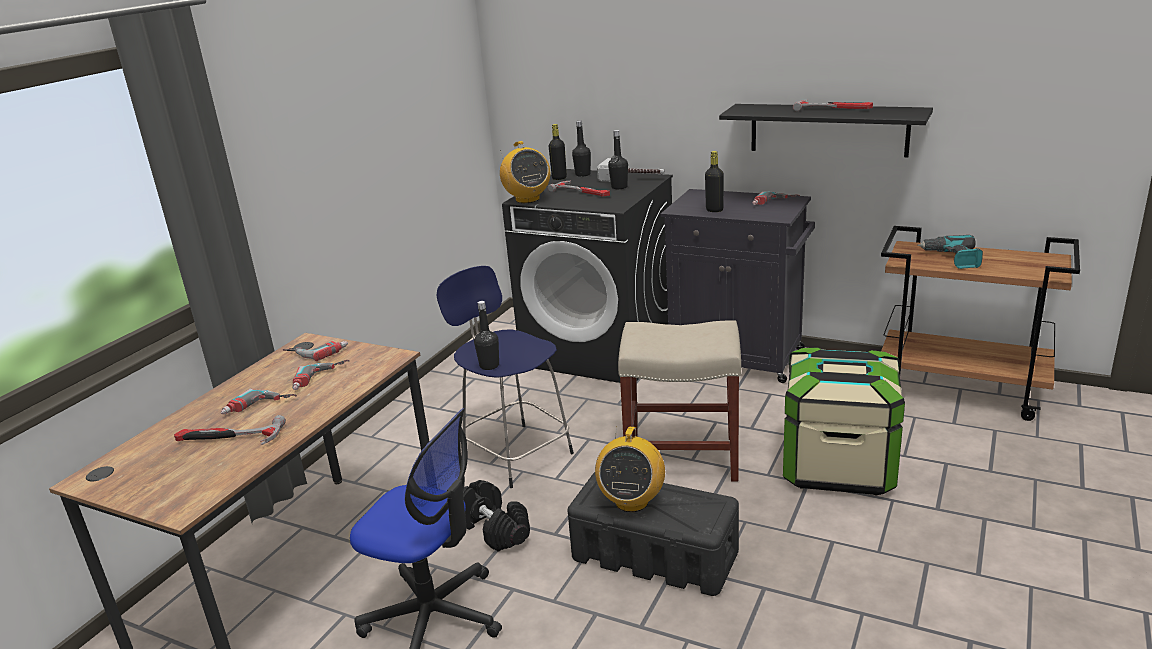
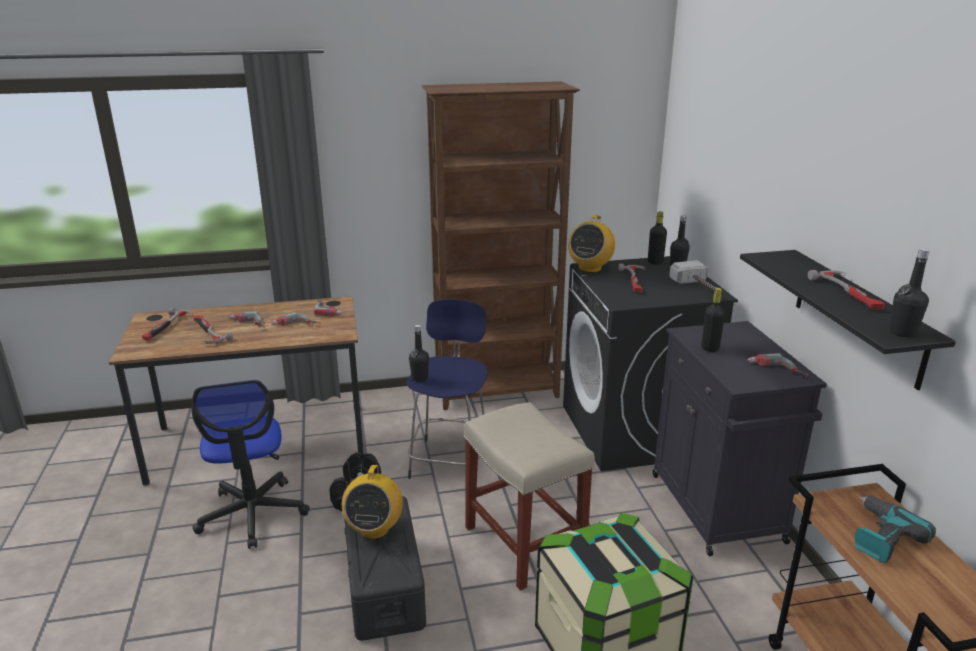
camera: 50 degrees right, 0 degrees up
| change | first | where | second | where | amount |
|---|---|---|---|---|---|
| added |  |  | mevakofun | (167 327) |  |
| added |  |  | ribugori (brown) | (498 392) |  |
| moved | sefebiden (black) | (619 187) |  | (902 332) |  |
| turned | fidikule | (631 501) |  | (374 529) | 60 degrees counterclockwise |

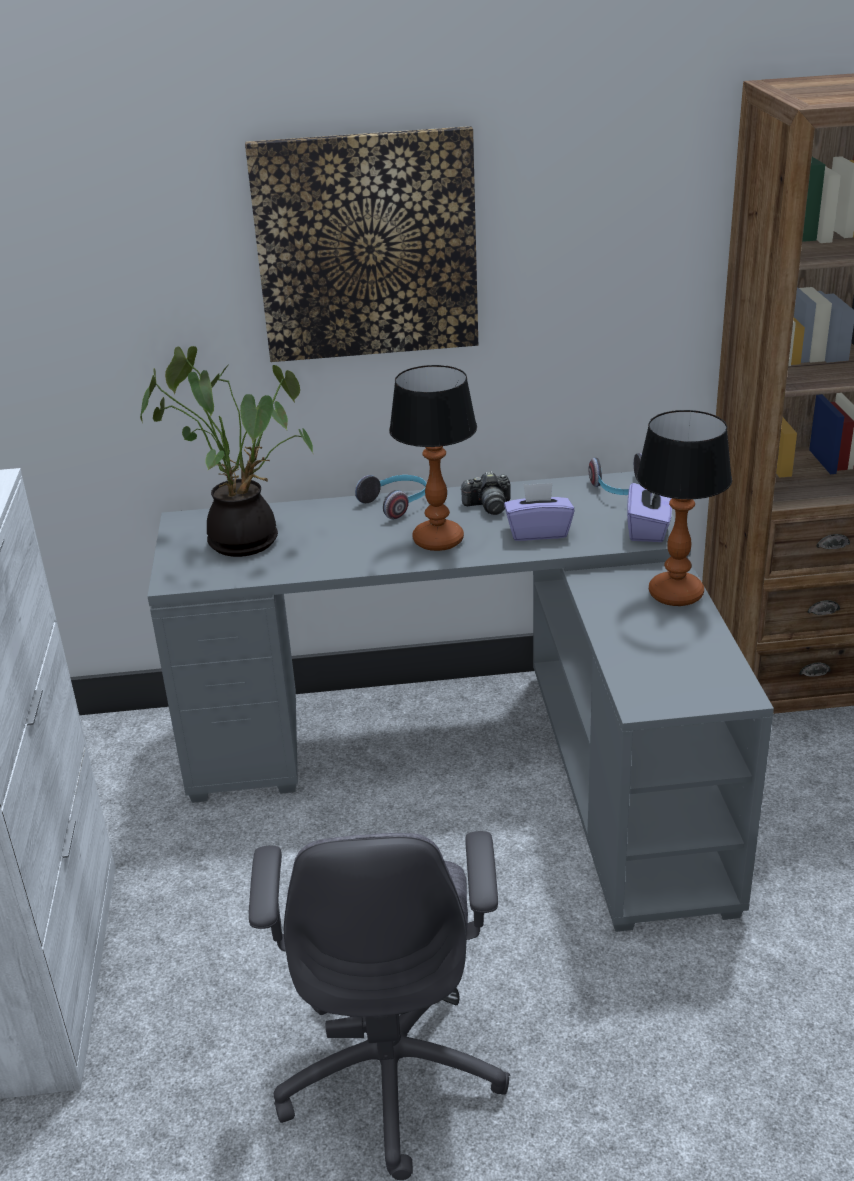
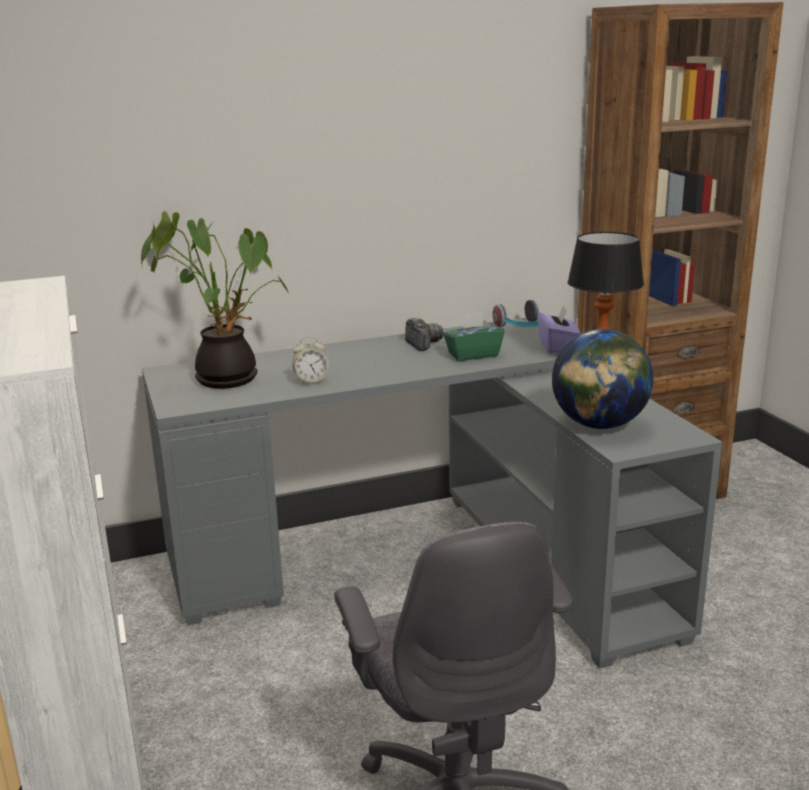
camera: 15 degrees left, 10 degrees down
| change | first | where | second | where | amount |
|---|---|---|---|---|---|
| removed | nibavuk | (366 246) |  |  |  |
| removed | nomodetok | (396 504) |  |  |  |
| removed | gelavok | (437 540) |  |  |  |
| added |  |  | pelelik | (311 381) |  |
| added |  |  | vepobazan | (599 425) |  |
| recoloured | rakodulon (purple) | (538 532) | rakodulon (green) | (473 355) |  |
| turned | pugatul | (488 506) |  | (423 344) | 90 degrees counterclockwise |

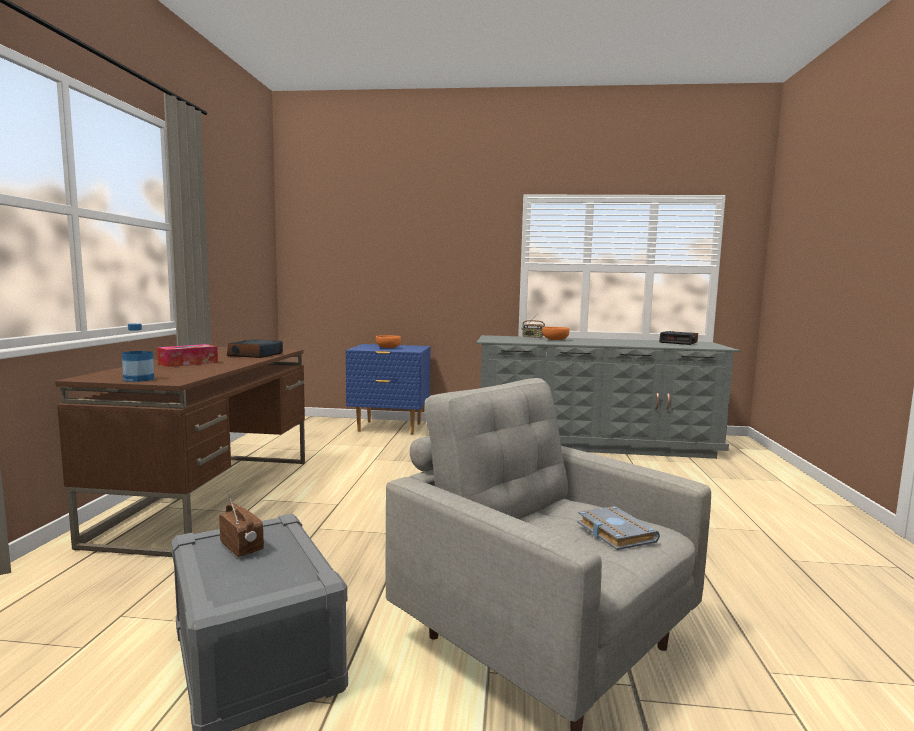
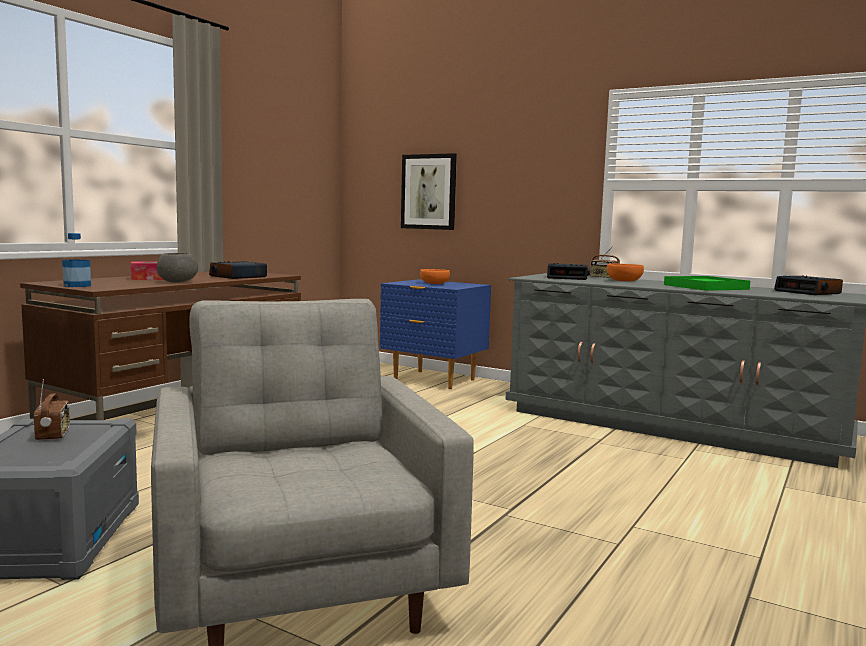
camera: 25 degrees right, 0 degrees up
| change | first | where | second | where | amount |
|---|---|---|---|---|---|
| removed | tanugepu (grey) | (613 532) |  |  |  |
| added |  |  | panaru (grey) | (177 282) |  |
| added |  |  | nibavuk | (429 192) |  |
| added |  |  | pelelik | (567 277) |  |
| added |  |  | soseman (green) | (705 287) |  |

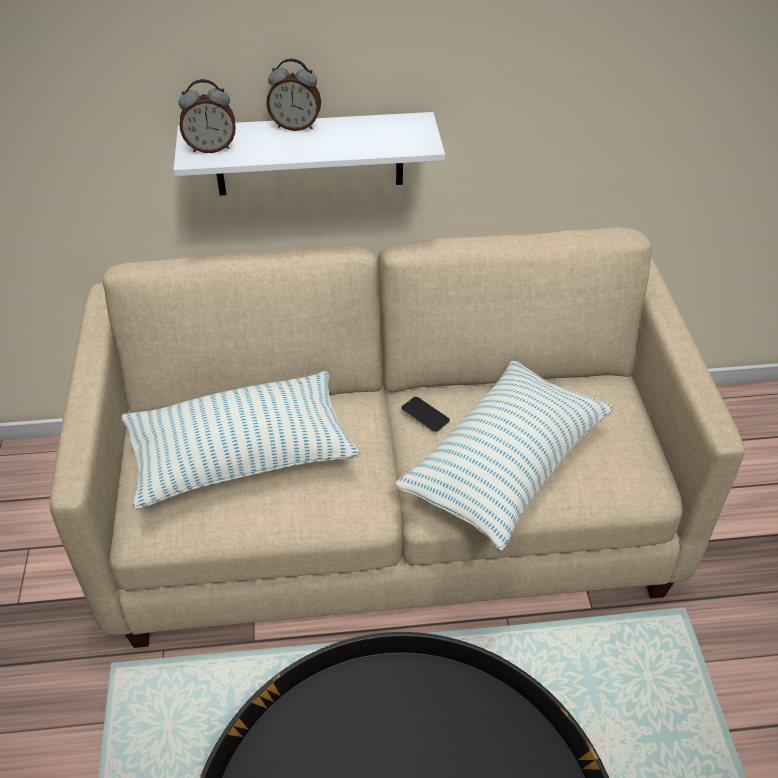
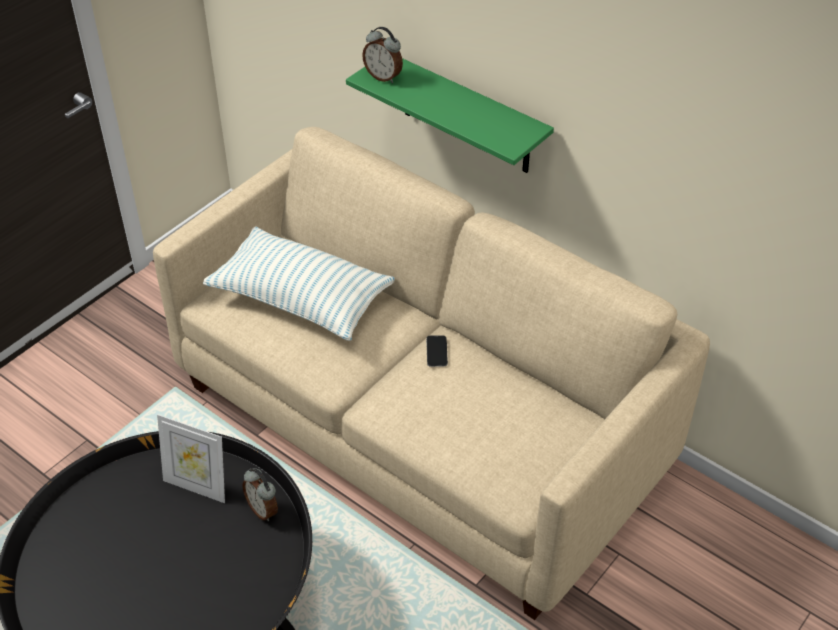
camera: 45 degrees right, 0 degrees up
| change | first | where | second | where | amount |
|---|---|---|---|---|---|
| removed | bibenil | (505 466) |  |  |  |
| added |  |  | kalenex | (197 486) |  |
| moved | pelelik | (296 126) |  | (263 509) |  |
| recoloured | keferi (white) | (309 154) | keferi (green) | (466 115) |  |

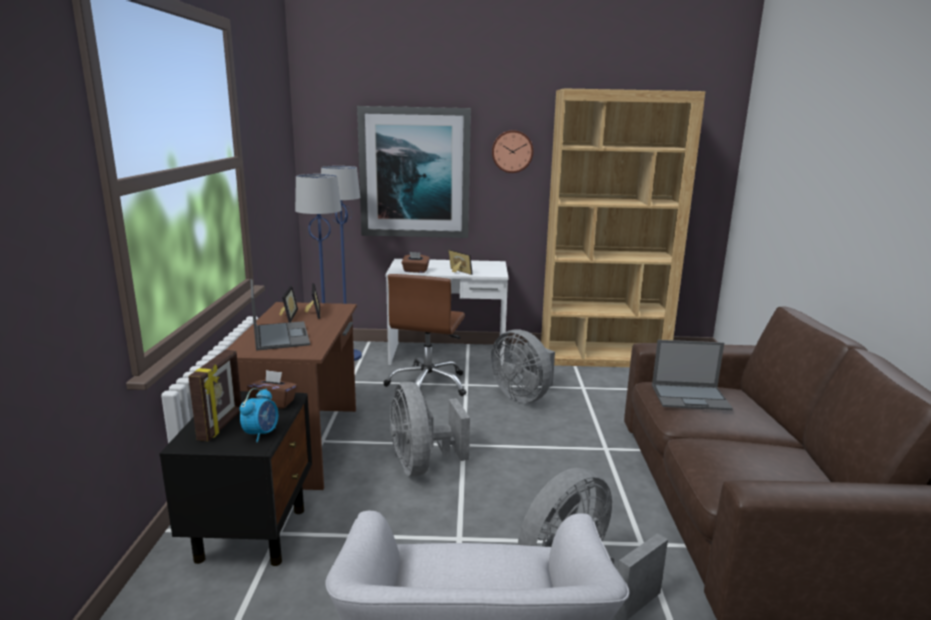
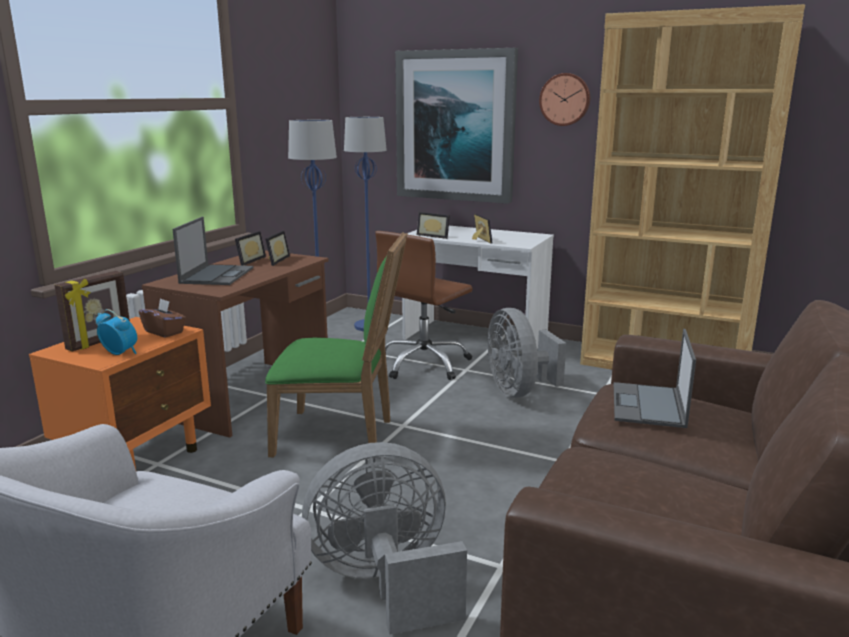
camera: 25 degrees right, 0 degrees up
| change | first | where | second | where | amount |
|---|---|---|---|---|---|
| replaced | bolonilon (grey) | (422 465) | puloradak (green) | (341 436) |  |
| replaced | rakodulon (brown) | (415 271) | kalenex | (434 236) |  |
| recoloured | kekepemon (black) | (252 532) | kekepemon (orange) | (138 458) |  |
| turned | pelelik | (261 434) |  | (120 353) | 105 degrees counterclockwise |
| turned | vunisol | (691 397) |  | (648 405) | 75 degrees clockwise |

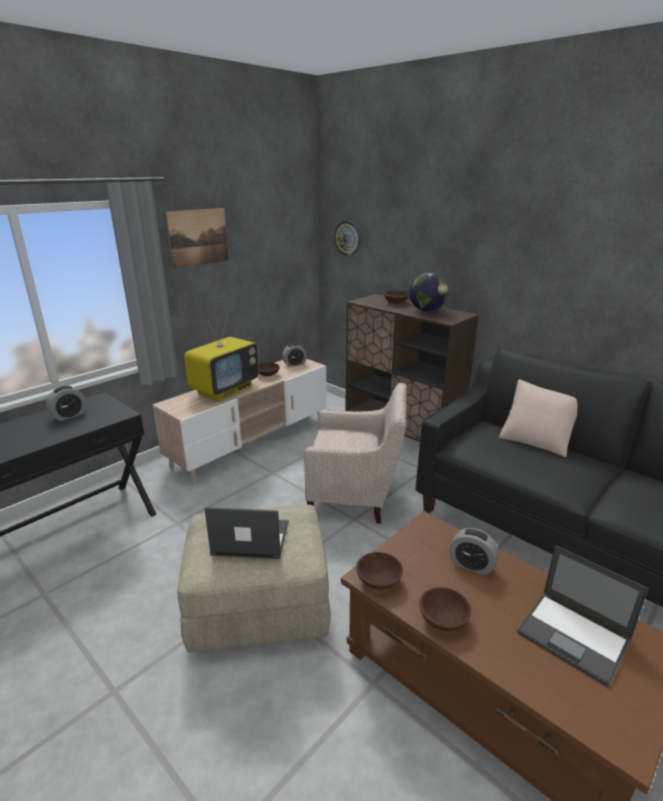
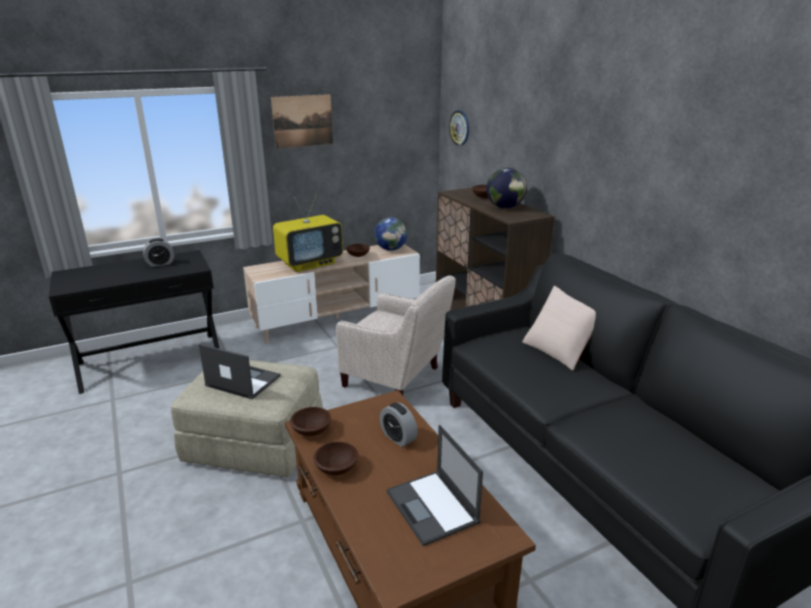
camera: 20 degrees right, 0 degrees up
| change | first | where | second | where | amount |
|---|---|---|---|---|---|
| replaced | pelelik | (294 364) | vepobazan | (390 249) |  |

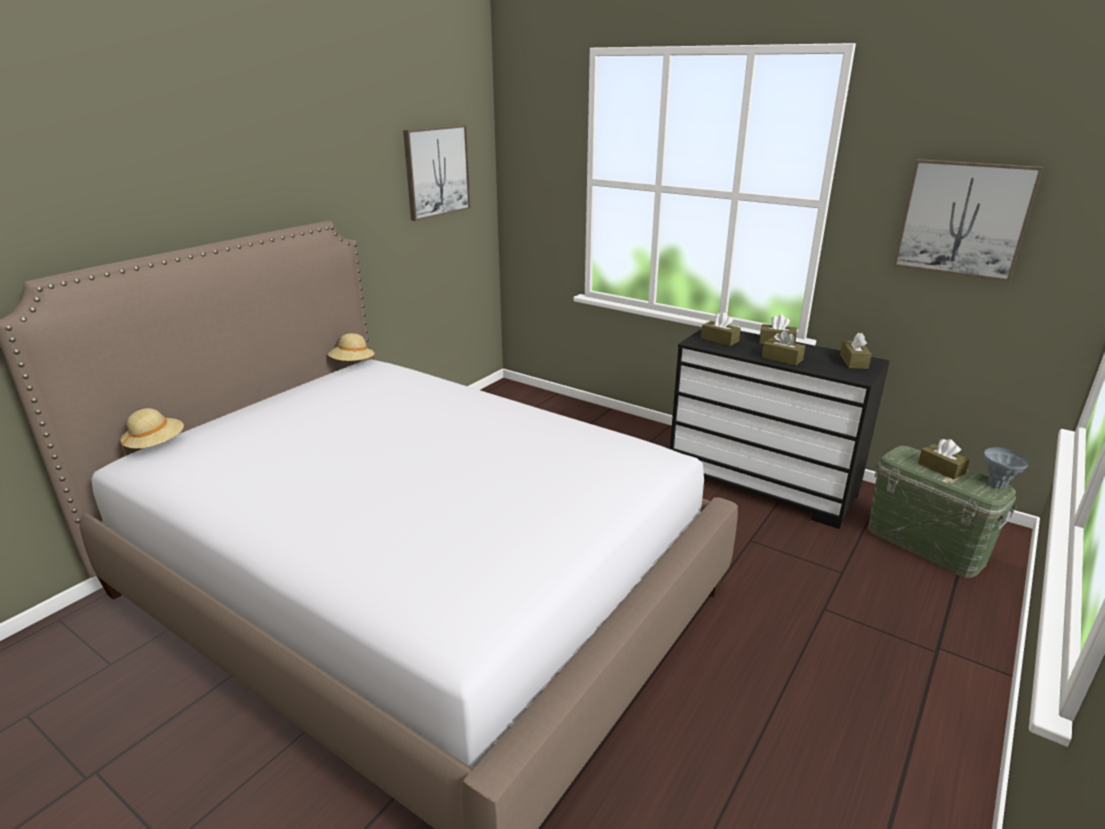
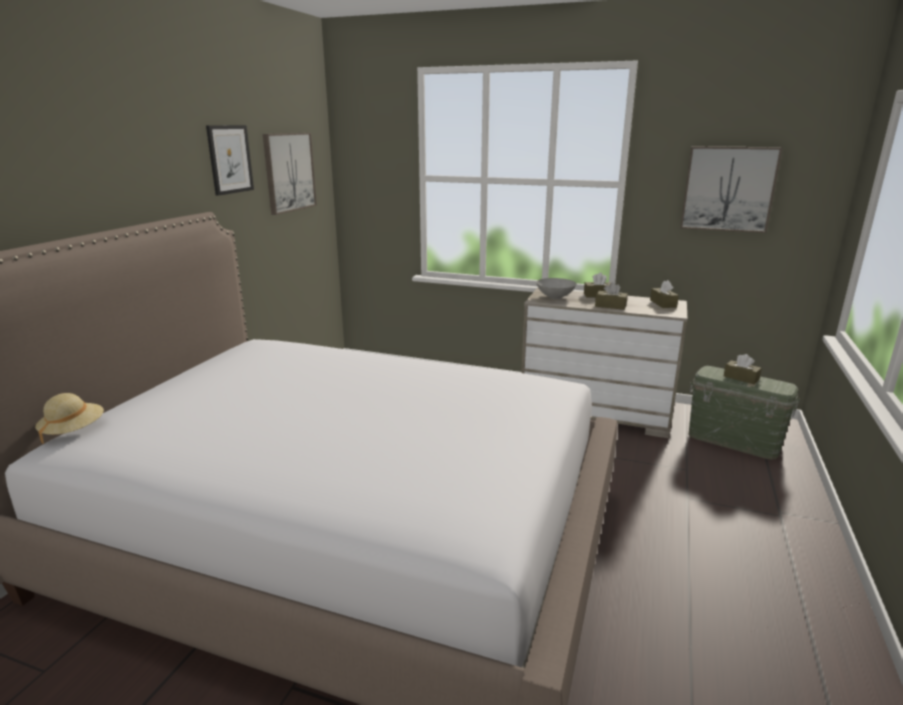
camera: 15 degrees left, 5 degrees down
| change | first | where | second | where | amount |
|---|---|---|---|---|---|
| removed | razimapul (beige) | (352 364) |  |  |  |
| removed | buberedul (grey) | (997 485) |  |  |  |
| added |  |  | nibavuk | (230 159) |  |
| replaced | rakodulon (brown) | (719 340) | panaru (grey) | (554 297) |  |
| recoloured | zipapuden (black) | (761 483) | zipapuden (beige) | (595 413) |  |

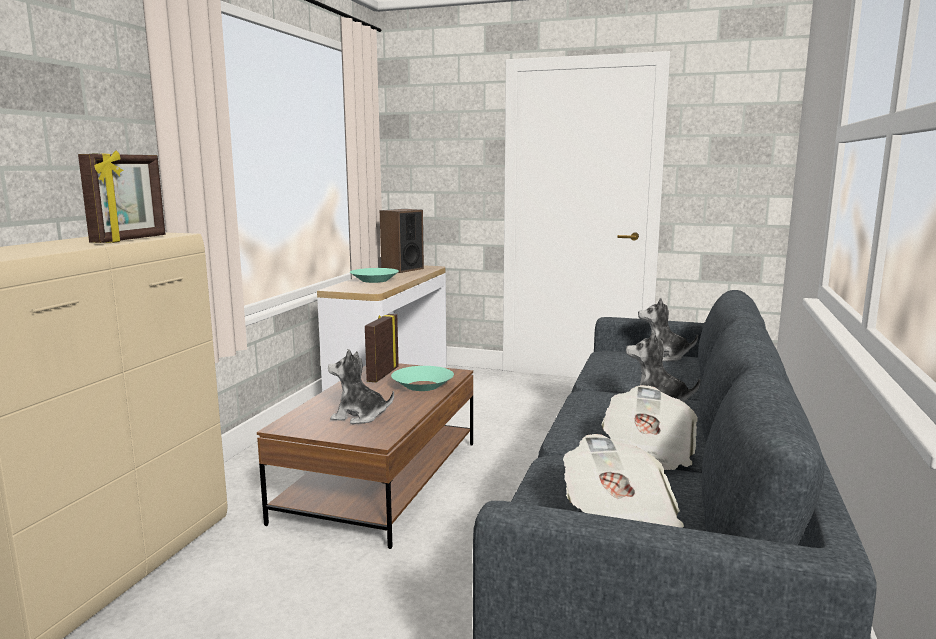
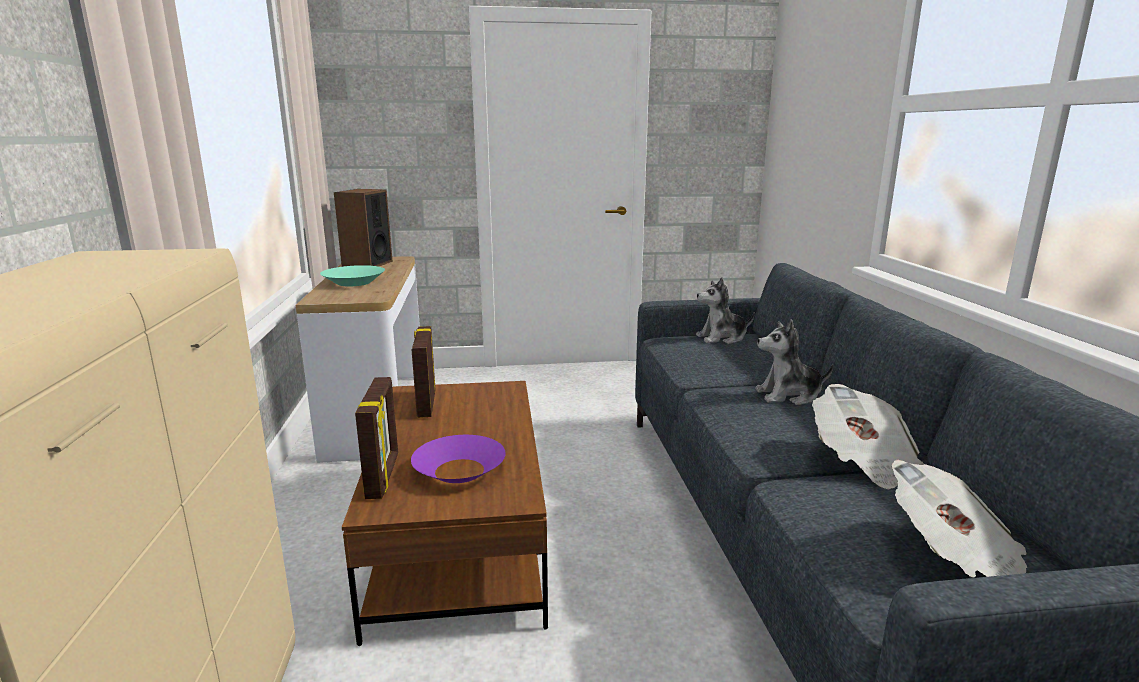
camera: 25 degrees left, 5 degrees up
| change | first | where | second | where | amount |
|---|---|---|---|---|---|
| removed | panaru (turquoise) | (422 385) |  |  |  |
| moved | kalenex | (130 239) |  | (384 476) |  |
| replaced | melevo | (359 416) | panaru (purple) | (459 471) |  |

